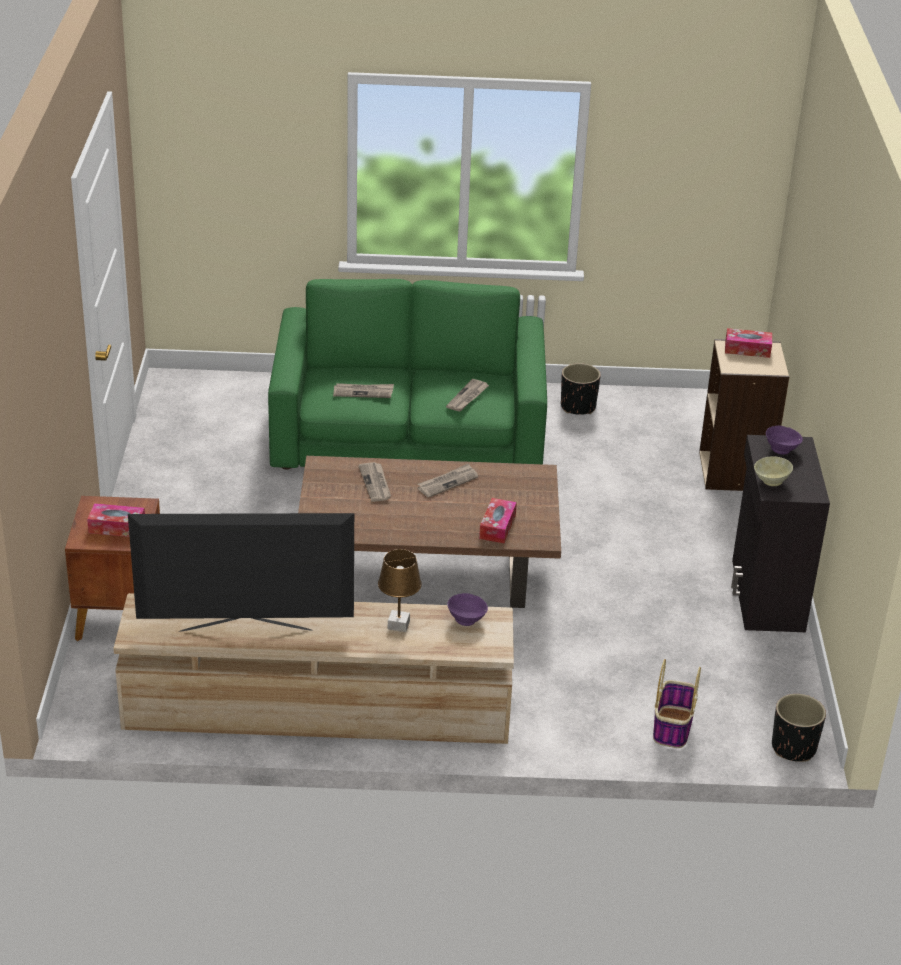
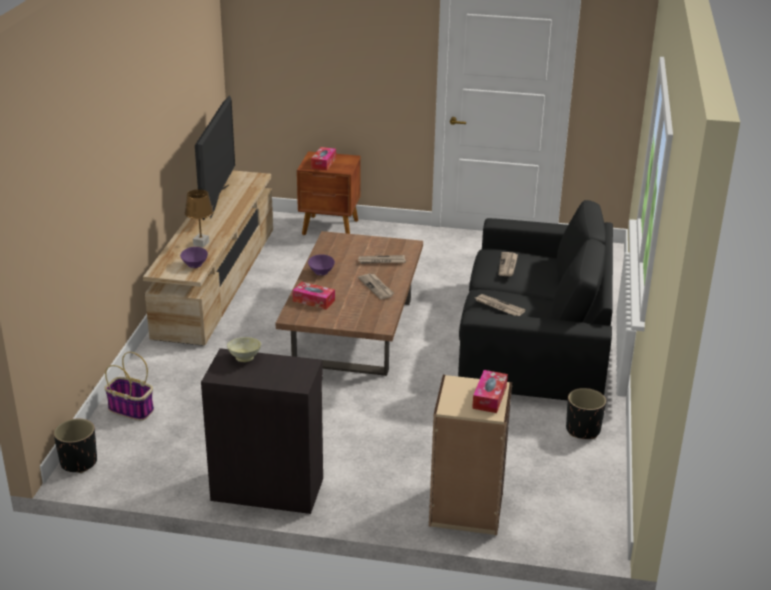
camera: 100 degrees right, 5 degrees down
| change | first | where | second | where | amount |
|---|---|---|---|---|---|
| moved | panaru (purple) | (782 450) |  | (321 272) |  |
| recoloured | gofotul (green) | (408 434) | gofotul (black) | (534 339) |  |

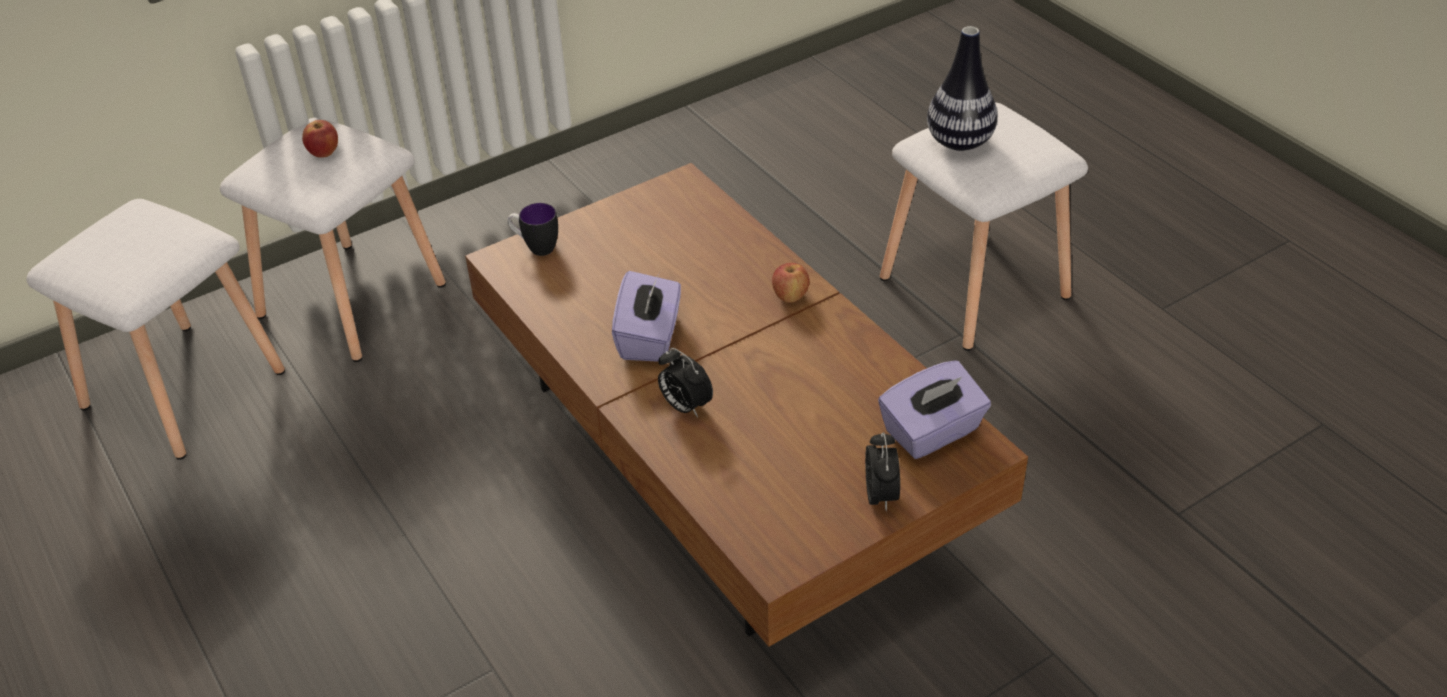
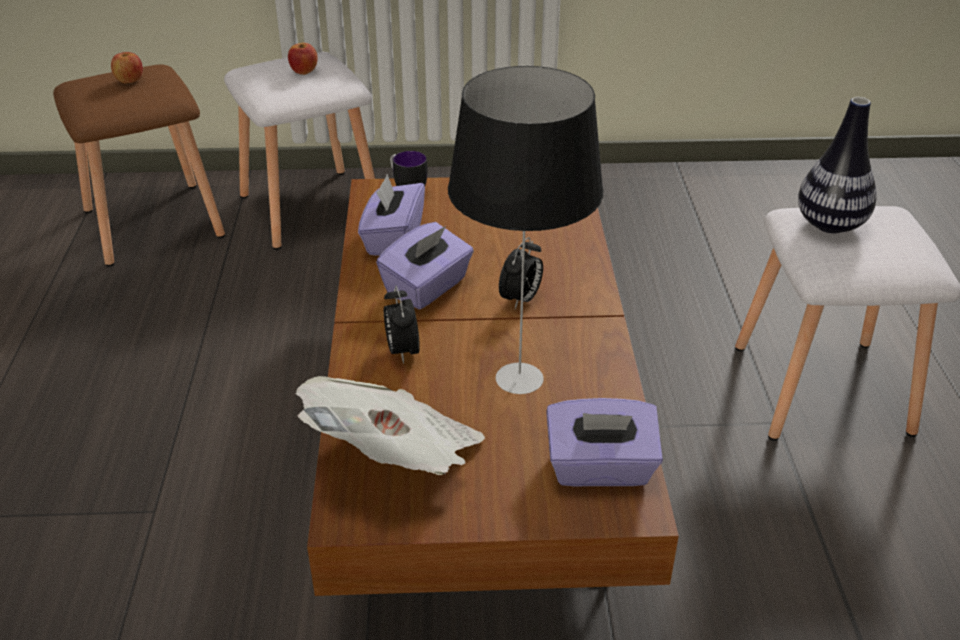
camera: 30 degrees right, 5 degrees down
| change | first | where | second | where | amount |
|---|---|---|---|---|---|
| added |  |  | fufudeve | (396 458) |  |
| added |  |  | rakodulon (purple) | (393 239) |  |
| added |  |  | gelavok | (520 379) |  |
| moved | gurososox | (790 296) |  | (130 81) |  |
| moved | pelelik | (881 496) |  | (521 299) |  |
| recoloured | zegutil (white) | (187 389) | zegutil (brown) | (155 224) |  |

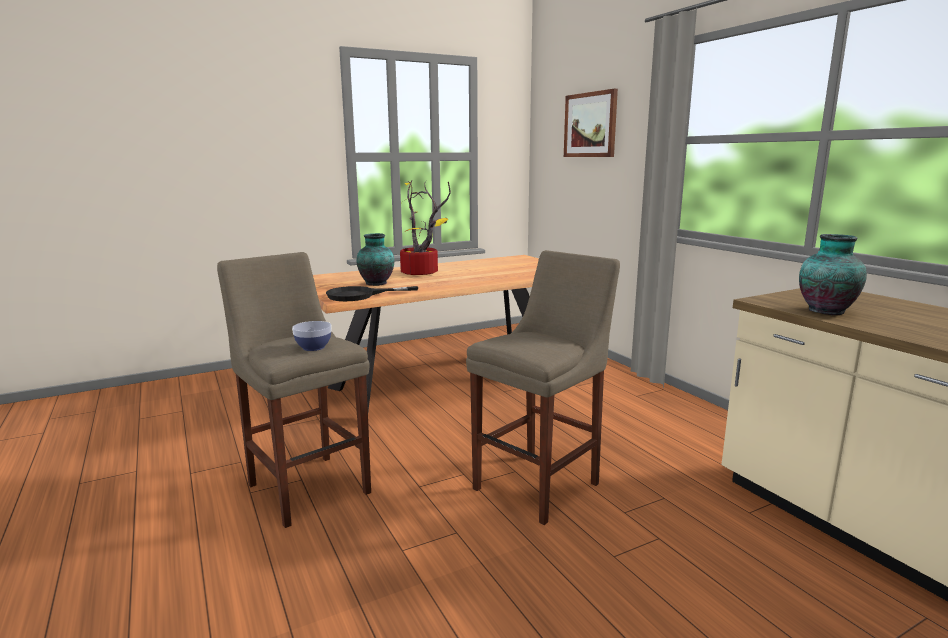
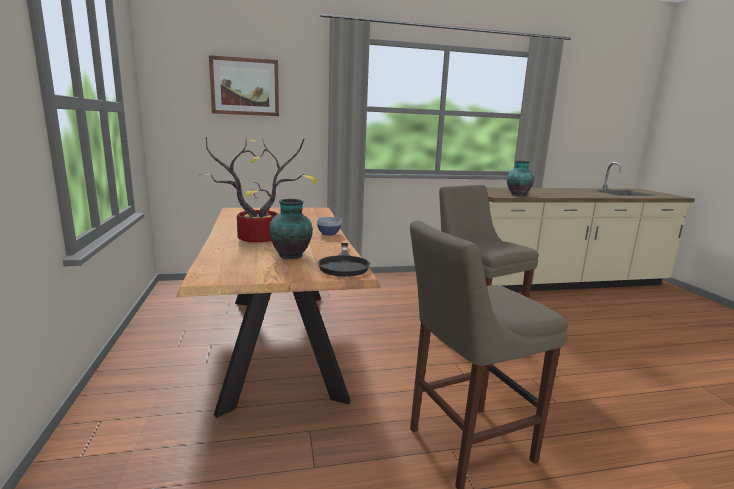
camera: 75 degrees left, 0 degrees up
| change | first | where | second | where | amount |
|---|---|---|---|---|---|
| moved | panaru | (313 347) |  | (329 233) |  |

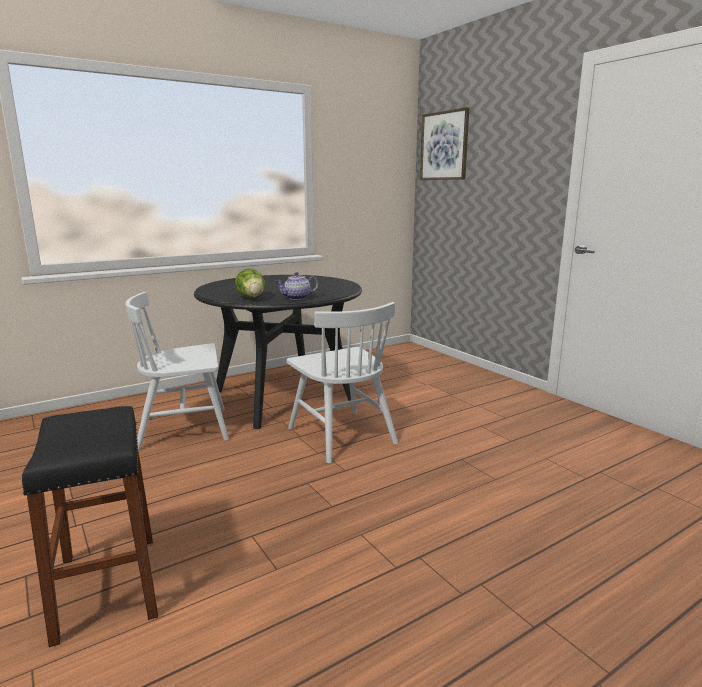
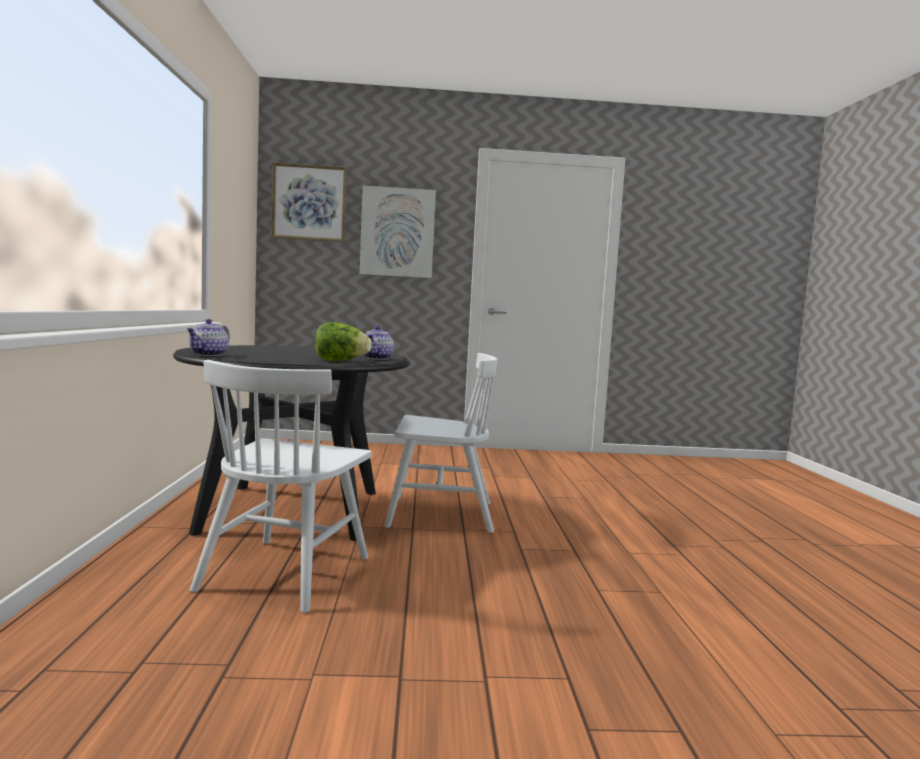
camera: 60 degrees left, 10 degrees down
| change | first | where | second | where | amount |
|---|---|---|---|---|---|
| removed | zegutil (black) | (107 586) |  |  |  |
| added |  |  | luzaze | (208 355) |  |
| added |  |  | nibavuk | (397 232) |  |

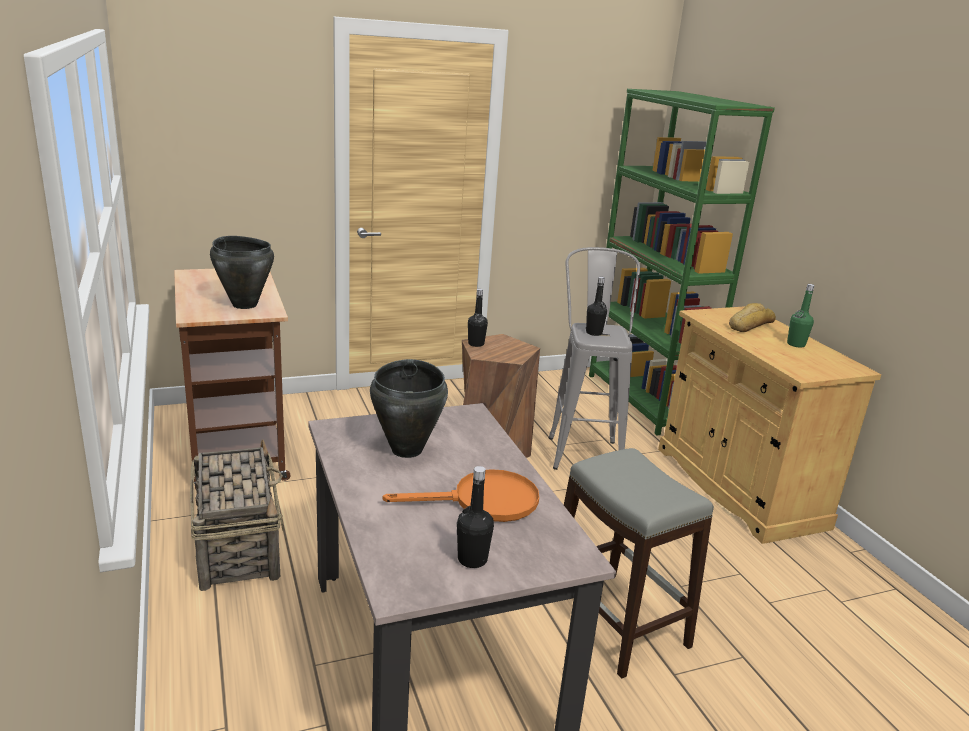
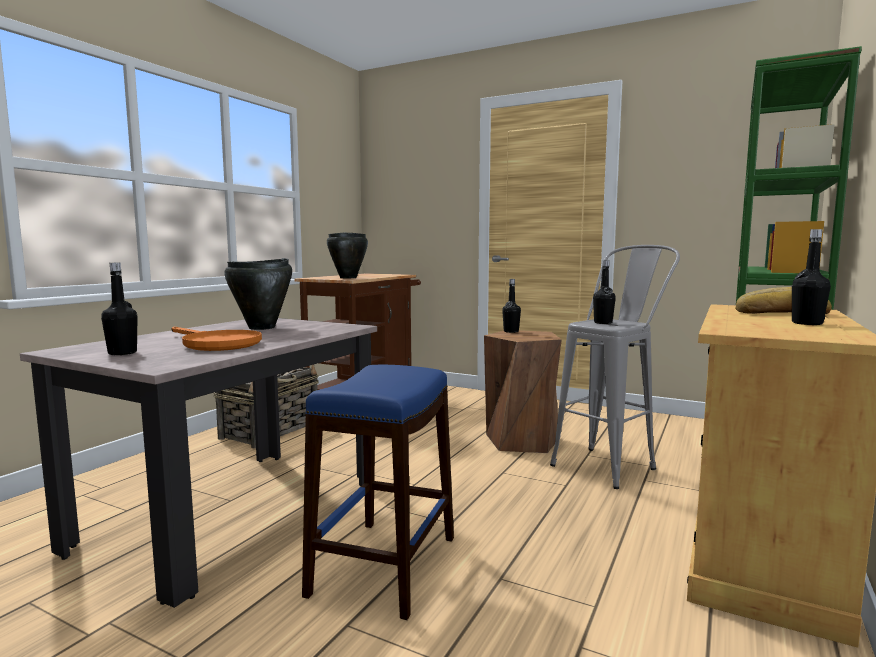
camera: 50 degrees right, 15 degrees down
| change | first | where | second | where | amount |
|---|---|---|---|---|---|
| recoloured | zegutil (grey) | (616 621) | zegutil (blue) | (386 565) |  |
| recoloured | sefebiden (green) | (796 344) | sefebiden (black) | (807 323) |  |

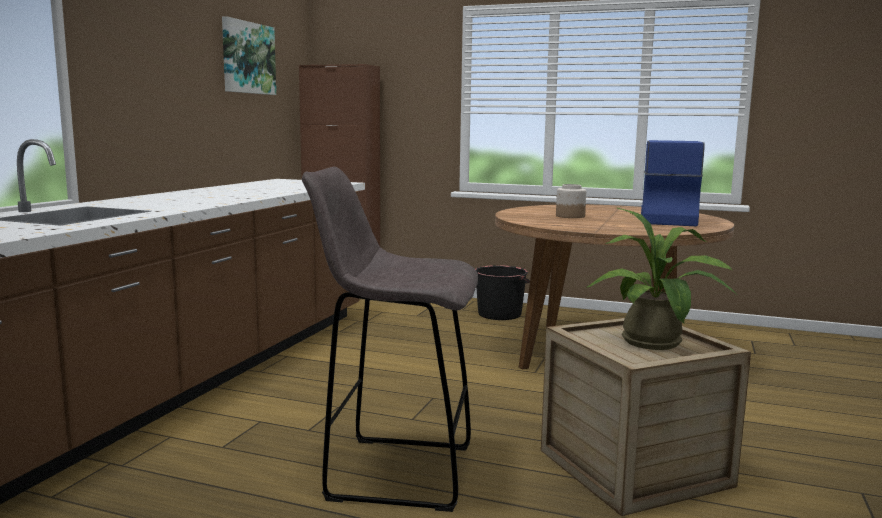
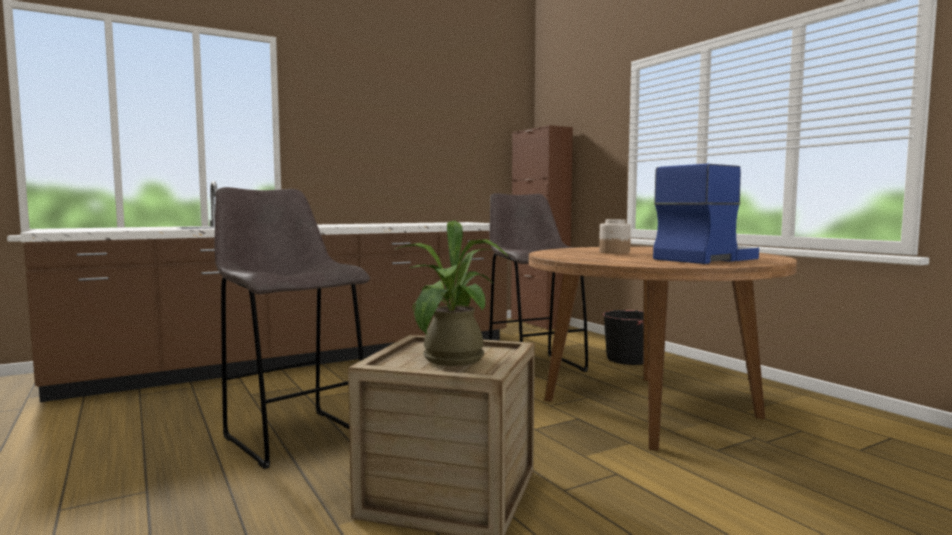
camera: 40 degrees right, 5 degrees down
| change | first | where | second | where | amount |
|---|---|---|---|---|---|
| removed | nibavuk | (247 58) |  |  |  |
| added |  |  | zegutil (grey) | (535 366) |  |

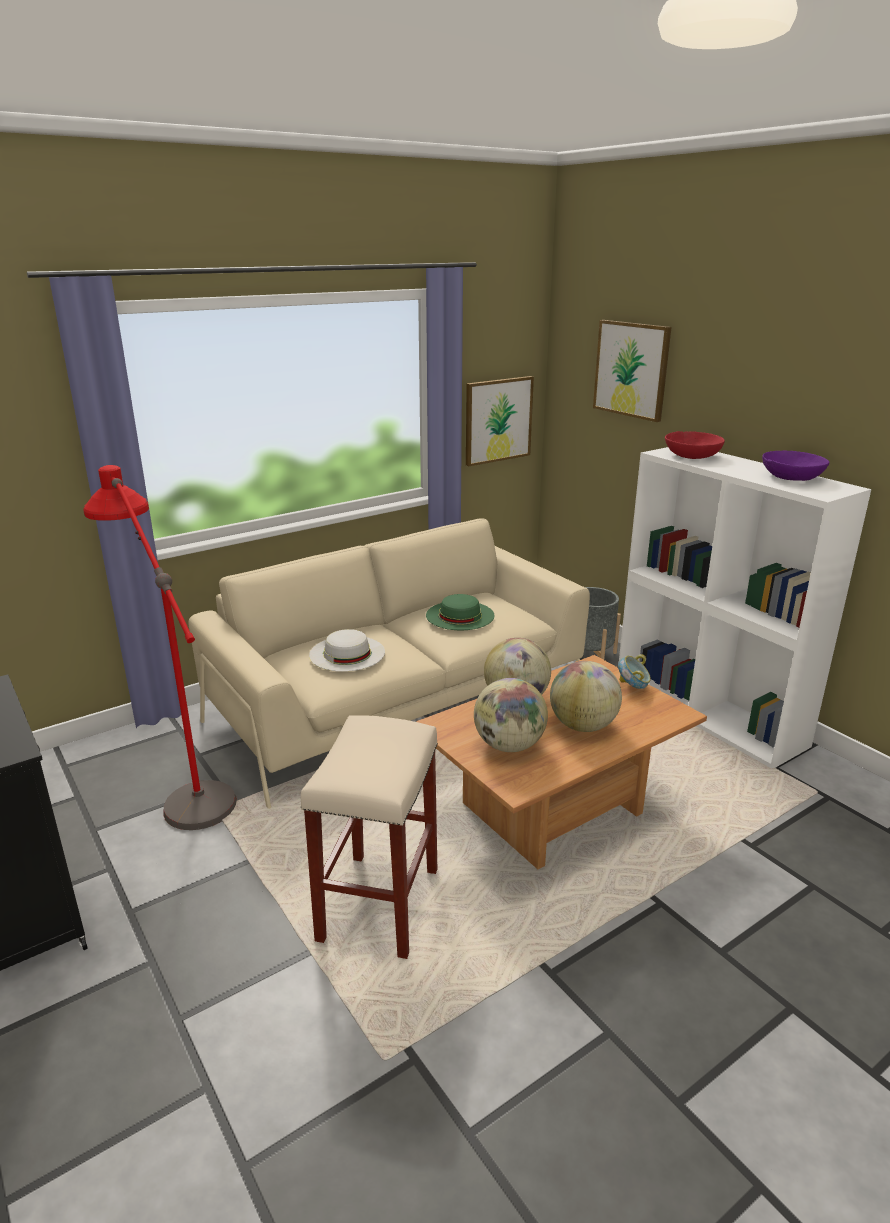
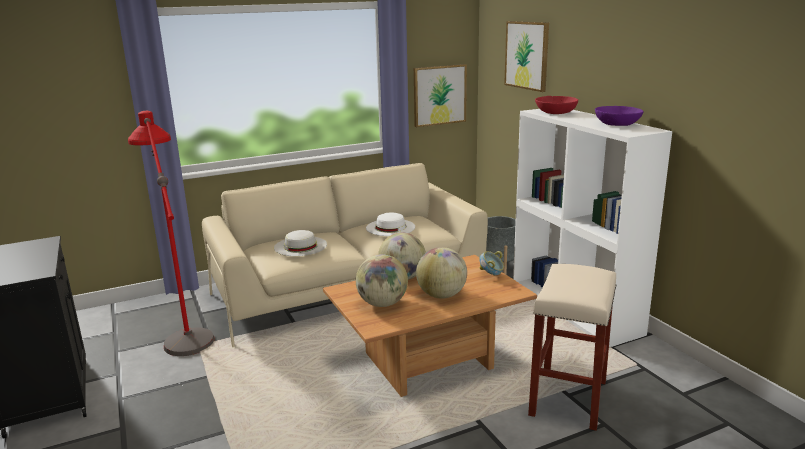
camera: 10 degrees right, 5 degrees down
| change | first | where | second | where | amount |
|---|---|---|---|---|---|
| moved | zegutil (beige) | (379 902) |  | (568 397) |  |
| recoloured | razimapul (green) | (460 615) | razimapul (white) | (390 227) |  |

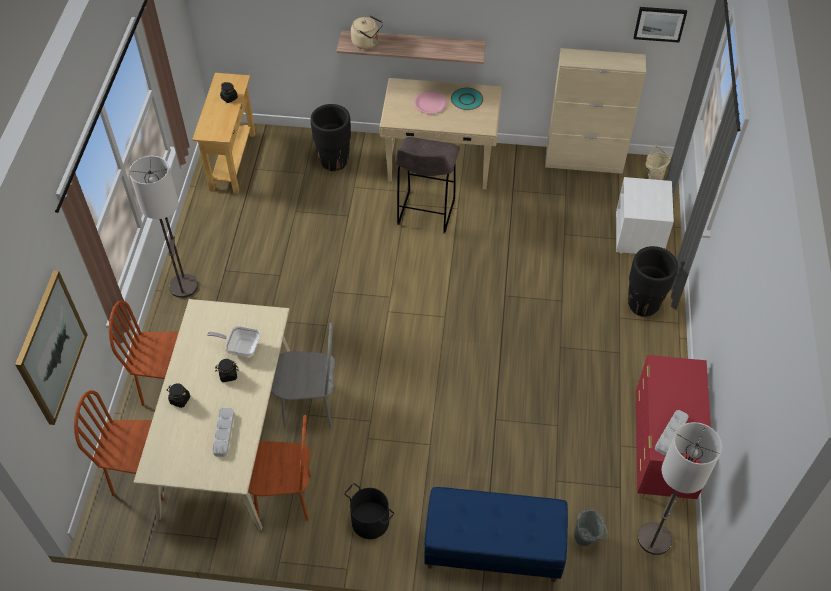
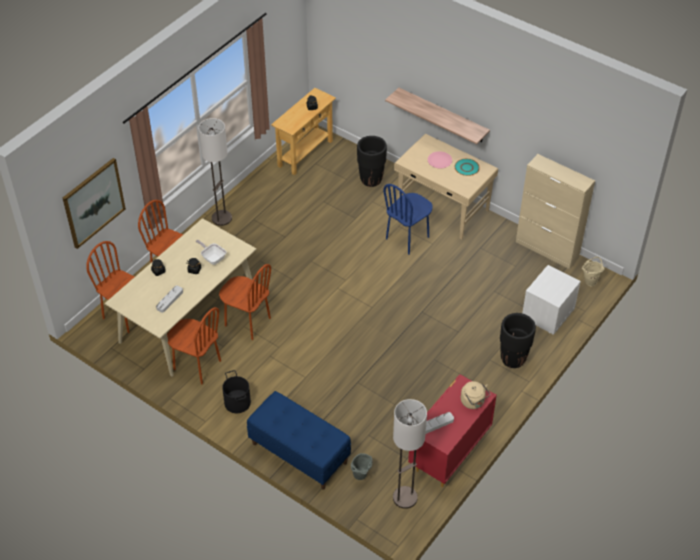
camera: 30 degrees right, 5 degrees down
| change | first | where | second | where | amount |
|---|---|---|---|---|---|
| removed | nibavuk | (659 23) |  |  |  |
| moved | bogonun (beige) | (367 43) |  | (473 402) |  |
| replaced | zegutil (grey) | (425 214) | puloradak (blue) | (407 238) |  |
| recoloured | puloradak (grey) | (309 407) | puloradak (brown) | (247 322) |  |

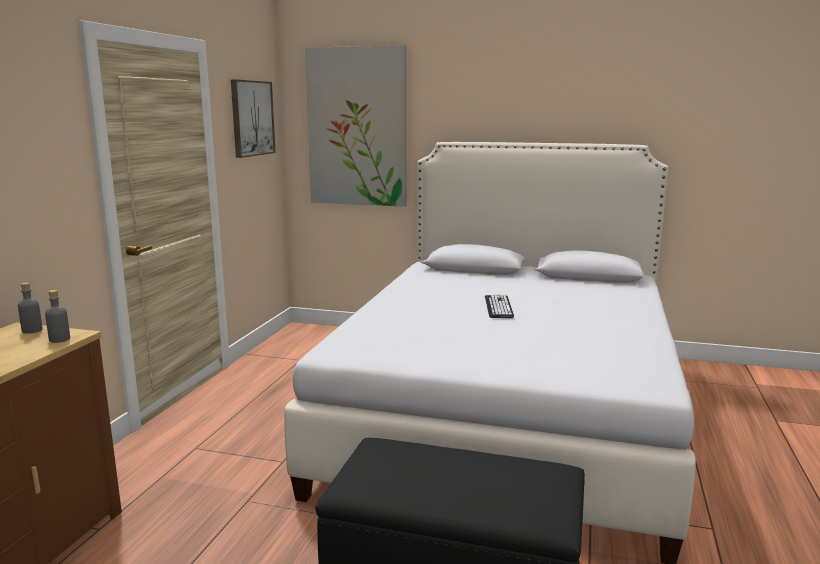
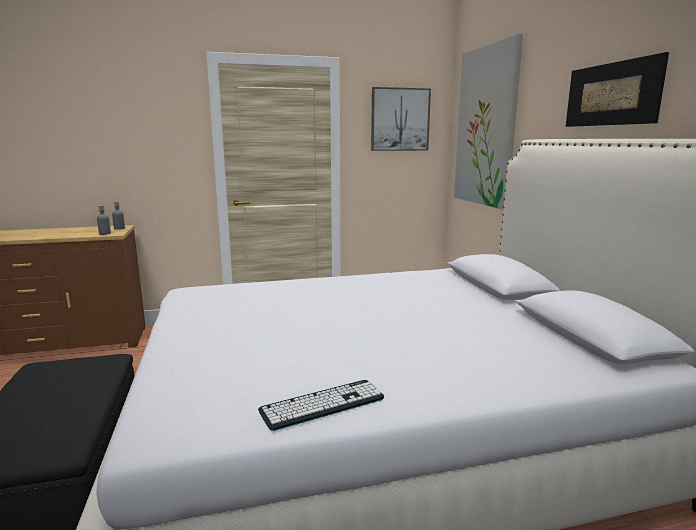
camera: 60 degrees right, 0 degrees up
| change | first | where | second | where | amount |
|---|---|---|---|---|---|
| added |  |  | nibavuk | (611 94) |  |
| moved | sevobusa | (498 307) |  | (322 404) |  |

